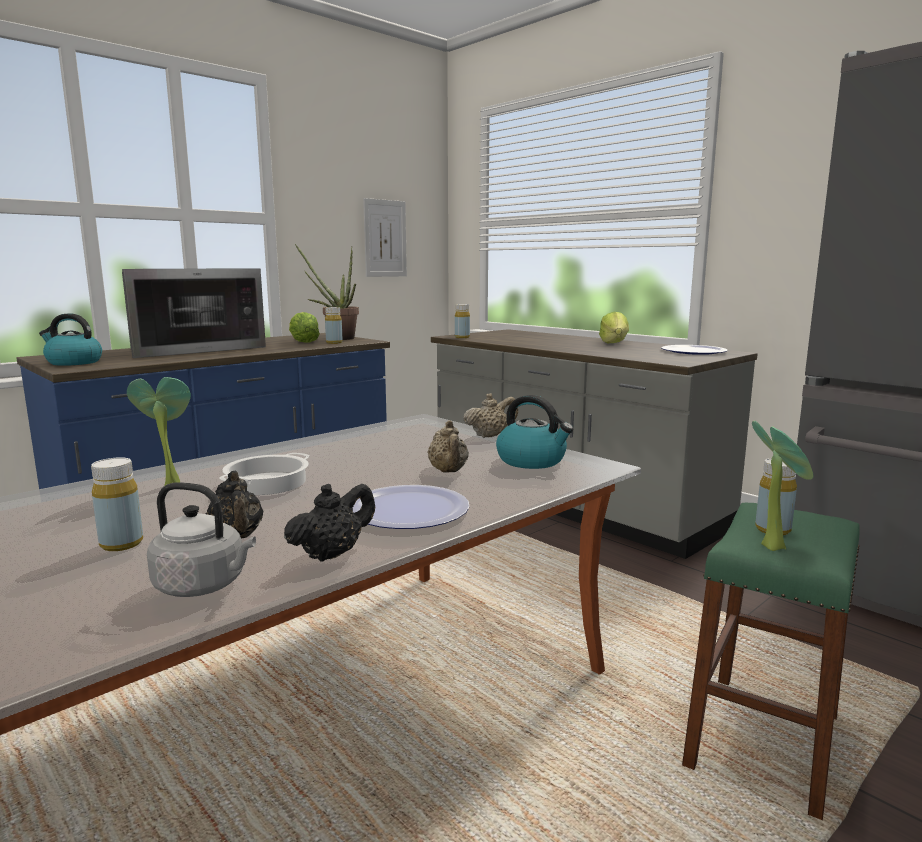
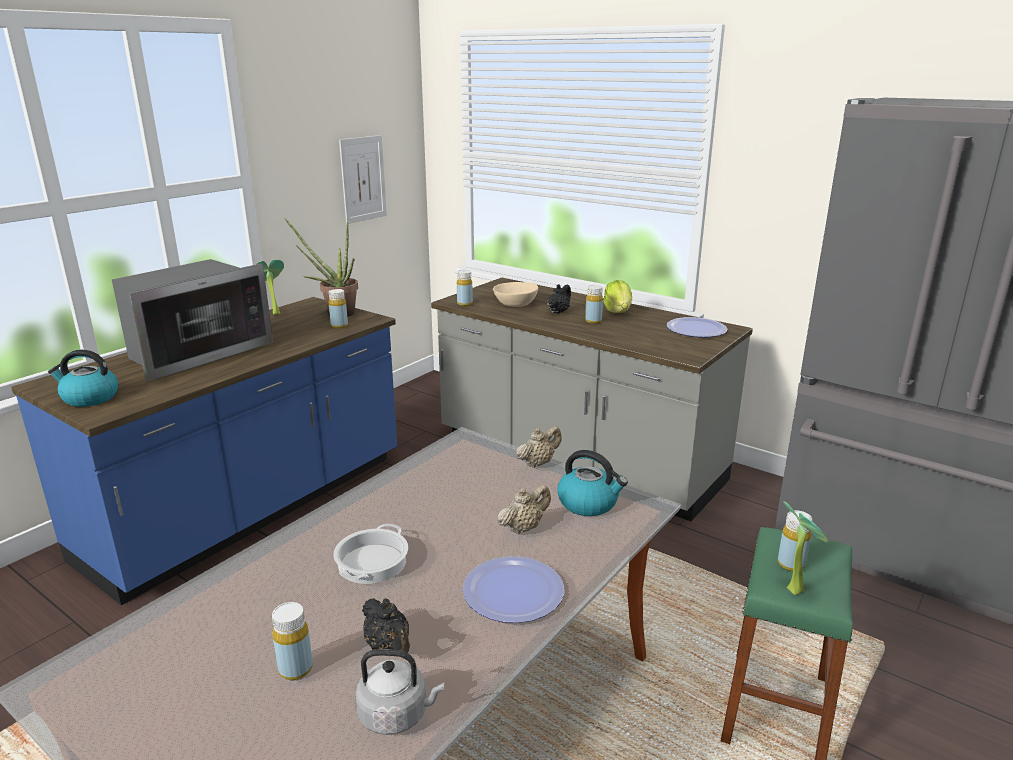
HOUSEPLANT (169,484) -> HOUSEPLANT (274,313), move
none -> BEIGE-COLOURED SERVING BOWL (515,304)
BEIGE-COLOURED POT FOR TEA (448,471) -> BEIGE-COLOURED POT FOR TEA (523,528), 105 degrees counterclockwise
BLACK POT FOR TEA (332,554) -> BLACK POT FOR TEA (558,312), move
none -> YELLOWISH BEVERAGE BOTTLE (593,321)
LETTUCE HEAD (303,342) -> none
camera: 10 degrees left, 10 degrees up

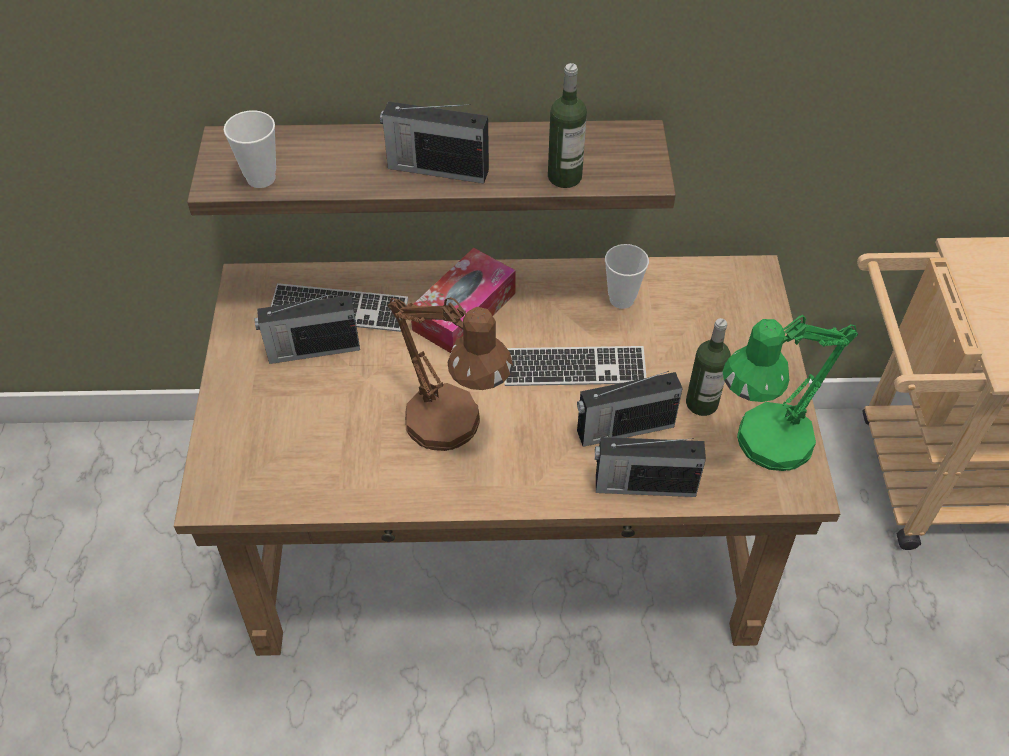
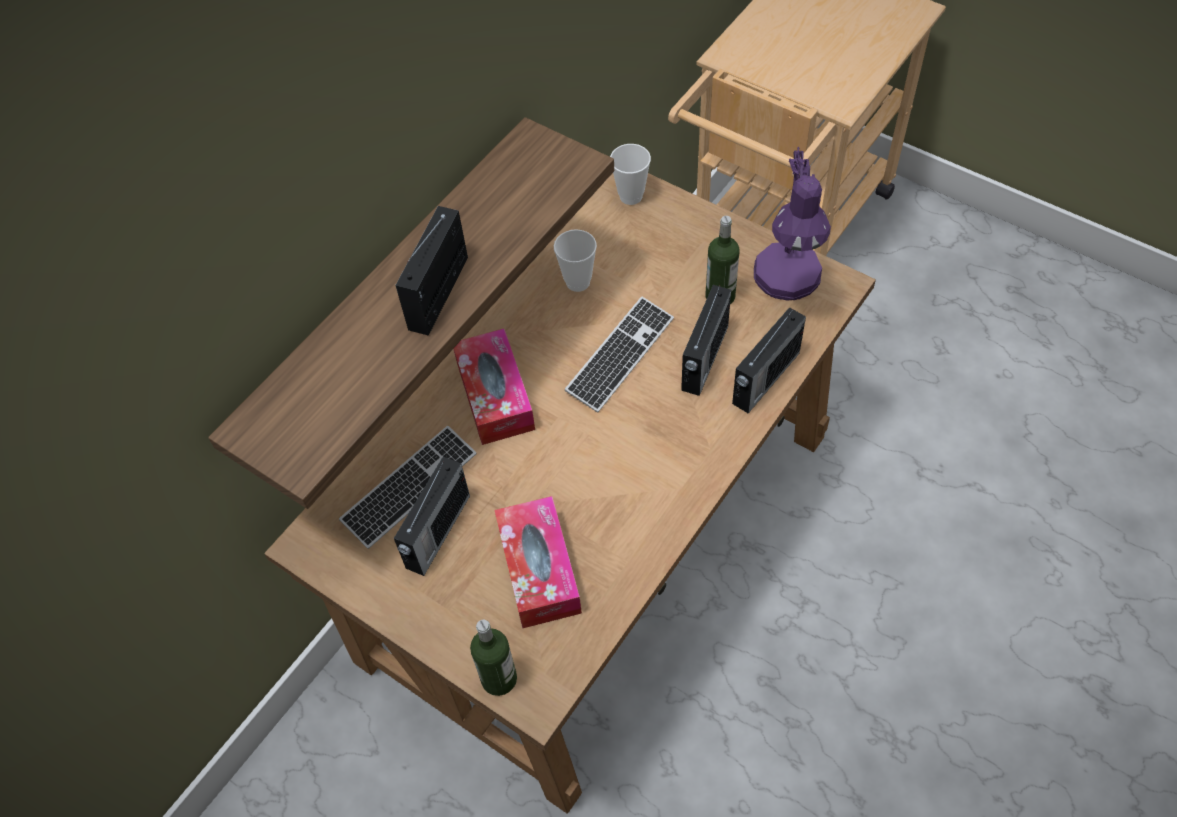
RADIO RECEIVER (436,168) -> RADIO RECEIVER (440,291), 150 degrees clockwise
BEVERAGE BOTTLE (564,177) -> BEVERAGE BOTTLE (499,678), move
none -> TISSUE HOLDER (539,569)
SMALL CUP (261,178) -> SMALL CUP (631,196), move
GREENISH TABLETOP LAMP (761,447) -> PURPLE-COLOURED TABLETOP LAMP (787,286)
BROWNISH TABLETOP LAMP (454,430) -> none
camera: 50 degrees left, 5 degrees up

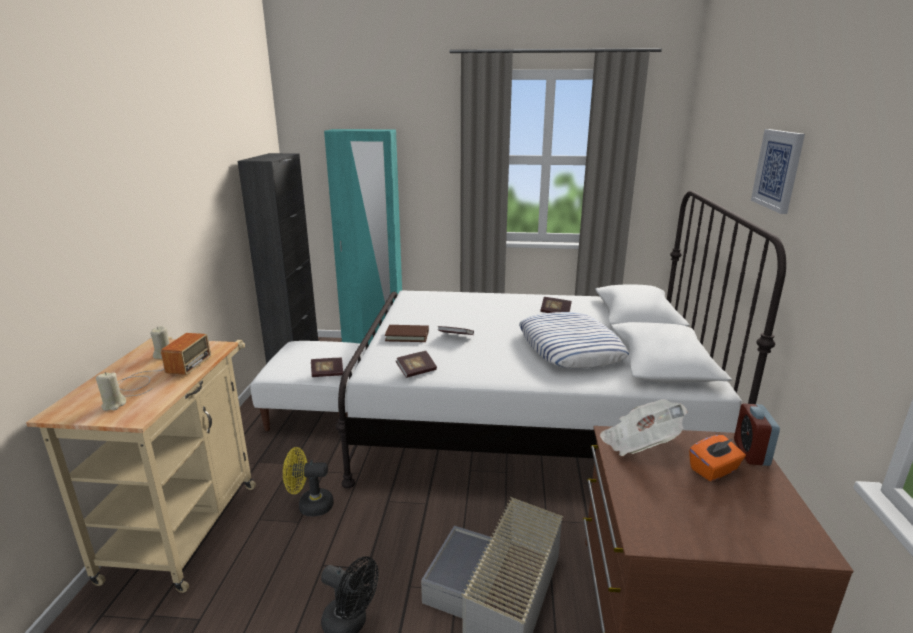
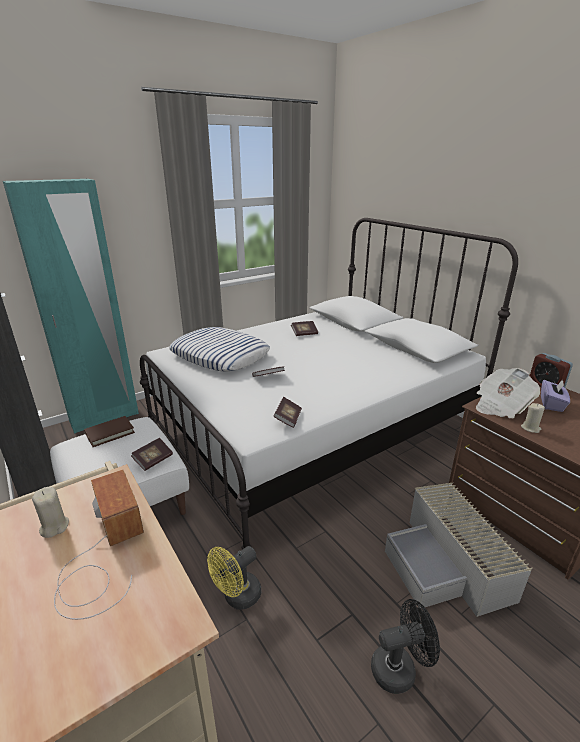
BROWNISH BOOK (407,336) -> BROWNISH BOOK (110,433), move
THROW PILLOW (570,348) -> THROW PILLOW (220,355), move
BEIGE-COLOURED CANDLE (114,405) -> BEIGE-COLOURED CANDLE (530,428), move
ORANGEY TISSUE HOLDER (714,470) -> PURPLE-COLOURED TISSUE HOLDER (551,404)
WALL PICTURE (778,170) -> none
camera: 40 degrees left, 5 degrees up

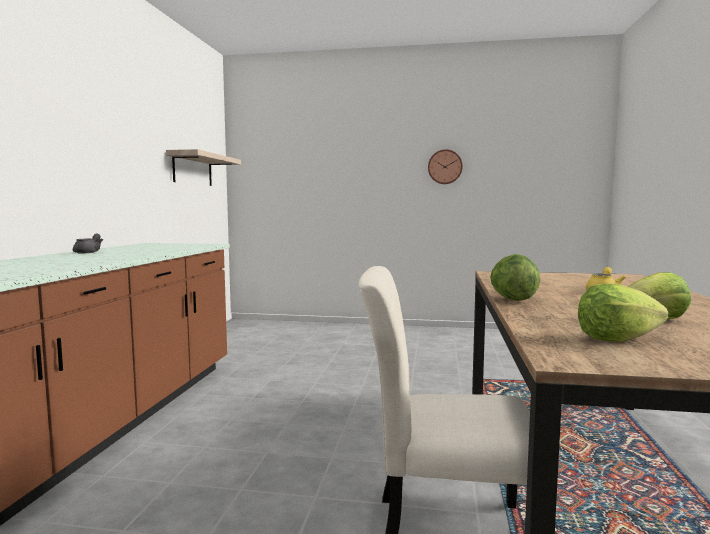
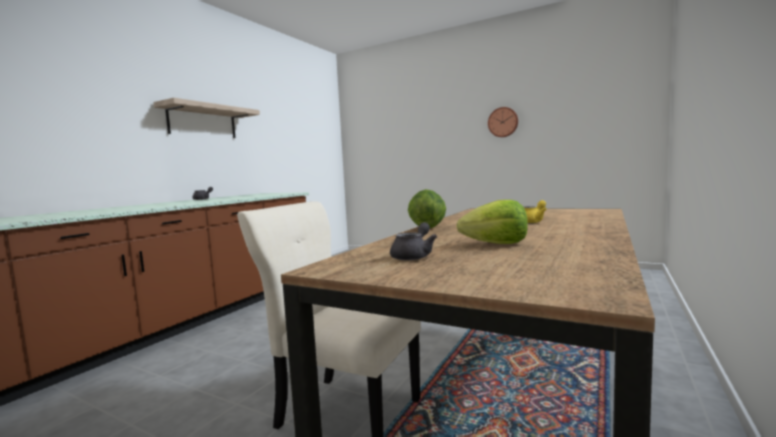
SHELF (192,169) -> SHELF (202,122), move
LETTUCE HEAD (616,339) -> GRAY POT FOR TEA (414,256)
camera: 20 degrees right, 0 degrees up

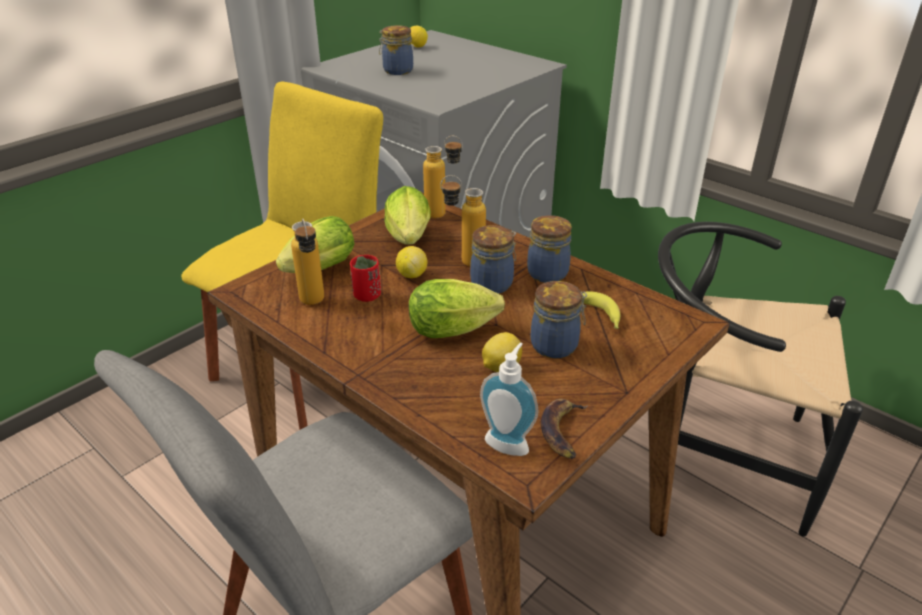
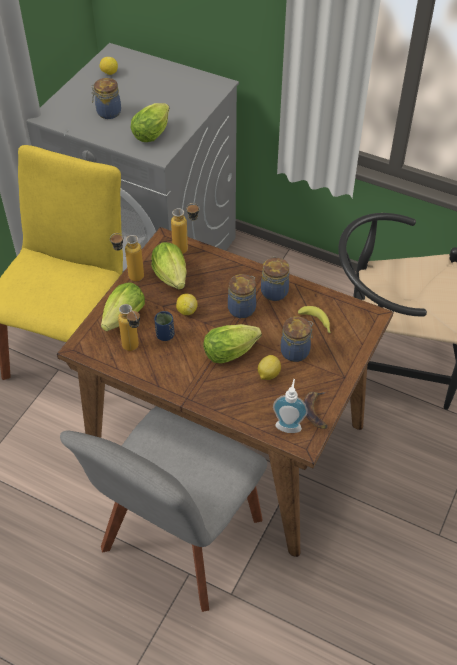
BEVERAGE BOTTLE (463,261) -> BEVERAGE BOTTLE (129,277), move
none -> LETTUCE HEAD (153,132)
RED-COLOURED SMALL CUP (367,296) -> BLUISH SMALL CUP (165,335)
camera: 15 degrees left, 15 degrees up

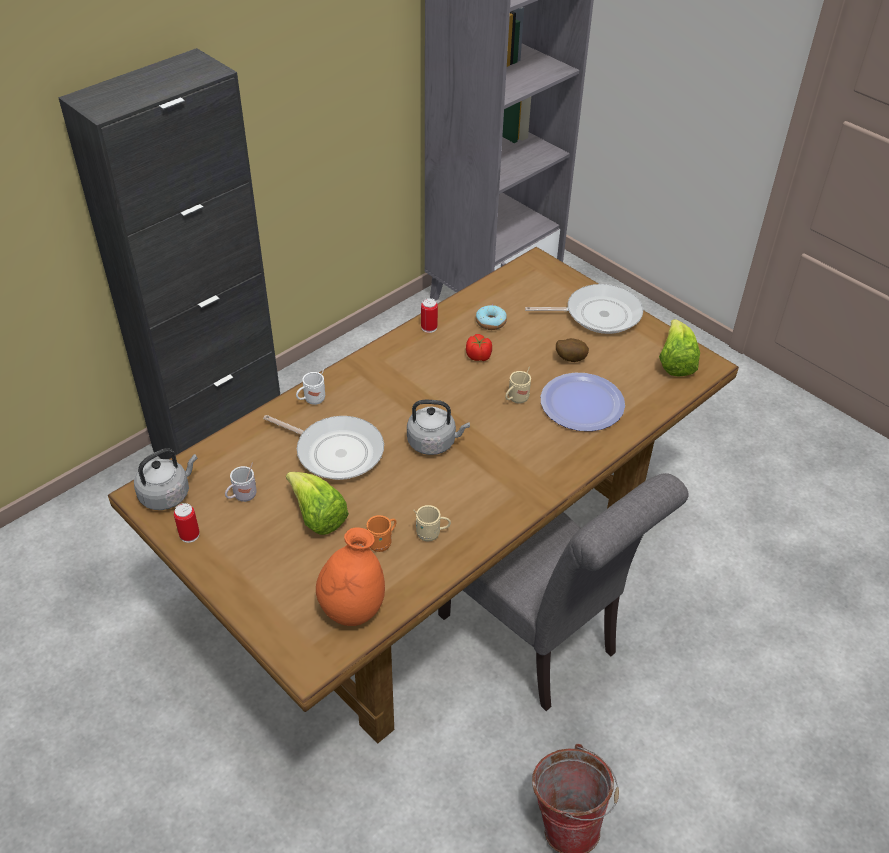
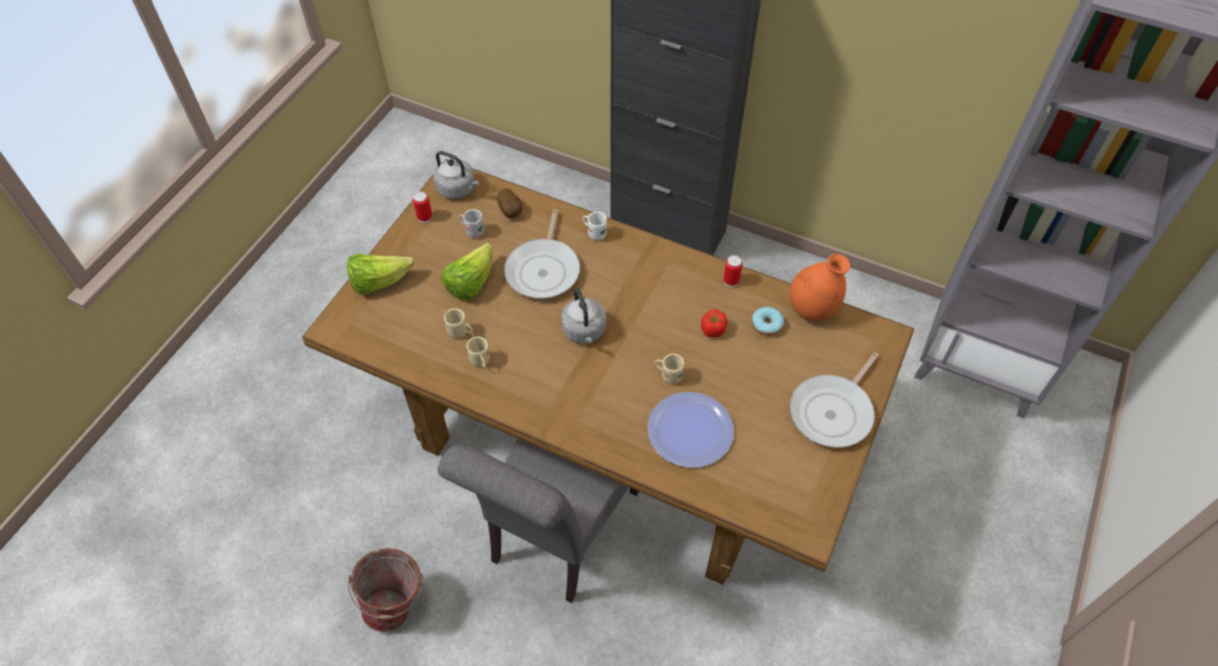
LETTUCE HEAD (675,362) -> LETTUCE HEAD (379,282), move
ORANGEY TEA MUG (382,542) -> BEIGE-COLOURED TEA MUG (460,333)
WHOLE POTATO (570,358) -> WHOLE POTATO (511,211), move
ORANGEY VASE (352,609) -> ORANGEY VASE (812,309), move
FRYING PAN (598,314) -> FRYING PAN (834,411), 60 degrees clockwise
camera: 70 degrees right, 10 degrees up

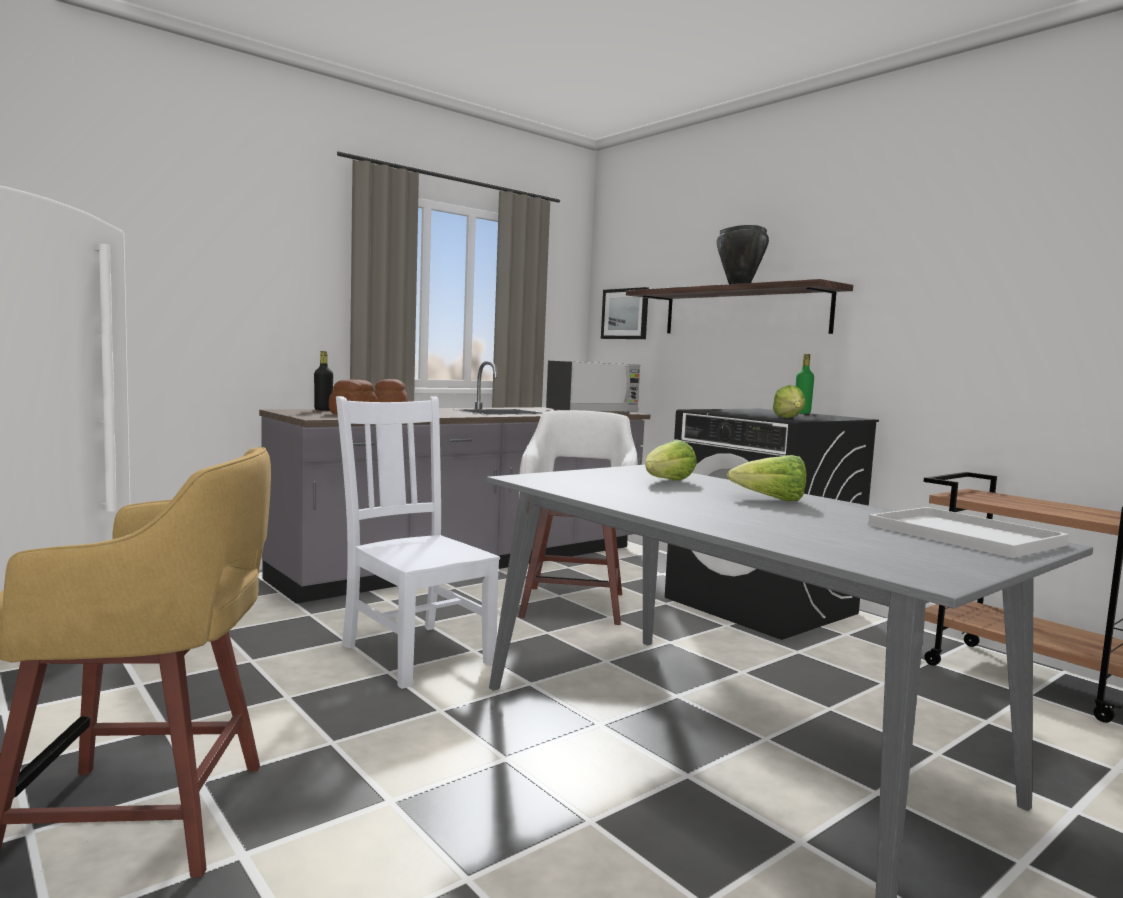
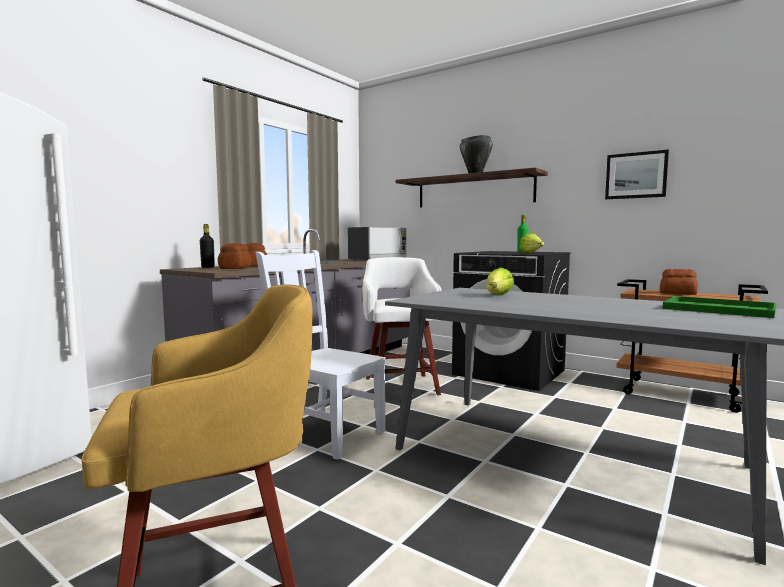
WALL PICTURE (625,314) -> WALL PICTURE (636,175), move
none -> BREAD (677,293)
WHITE-COLOURED TRAY (968,535) -> GREENISH TRAY (721,309)
LETTUCE HEAD (771,500) -> none
camera: 15 degrees left, 0 degrees up

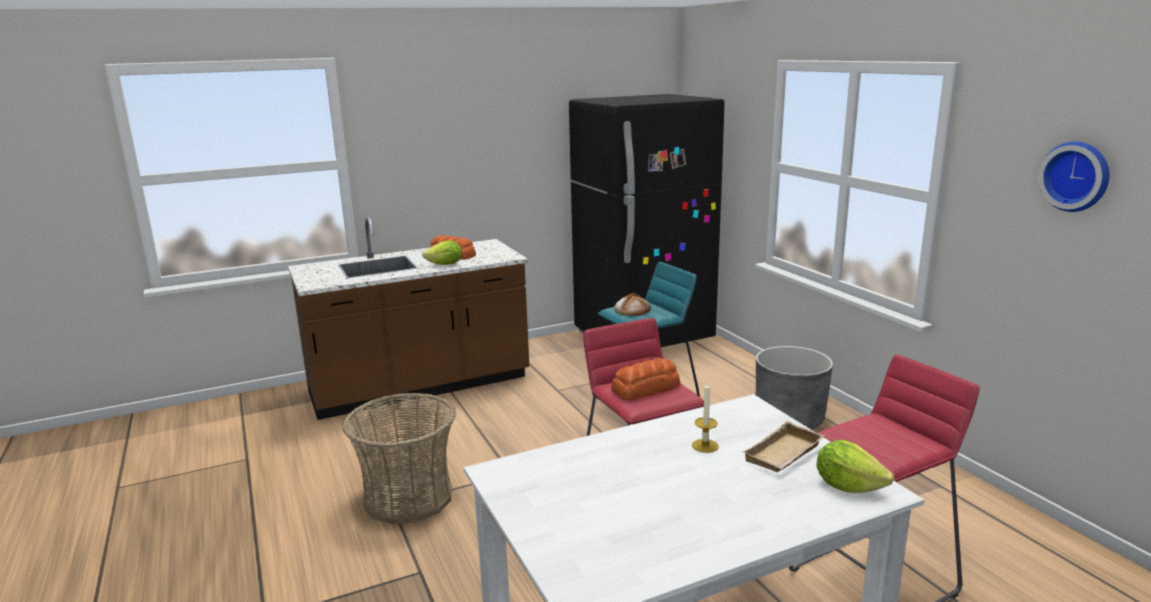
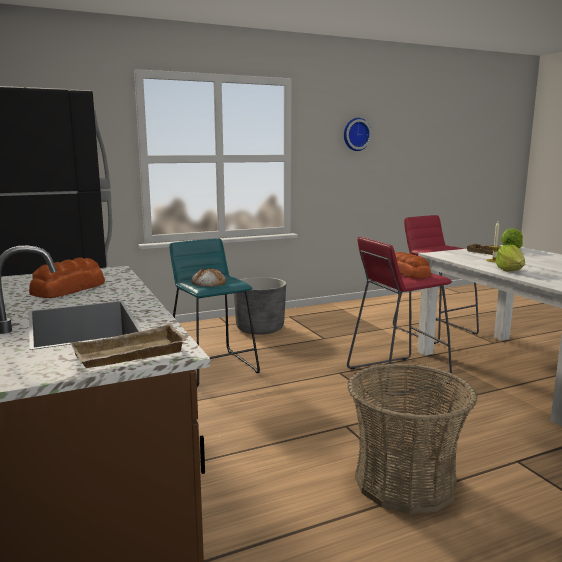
none -> BEIGE-COLOURED TRAY (129,355)
LETTUCE HEAD (445,265) -> LETTUCE HEAD (509,270), move
camera: 90 degrees left, 5 degrees down

